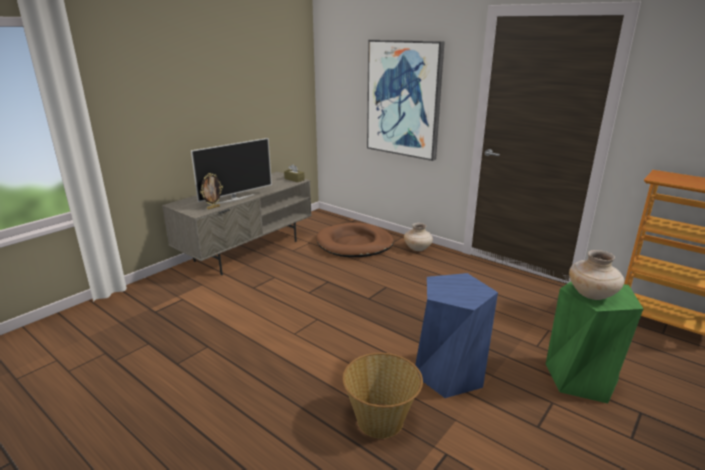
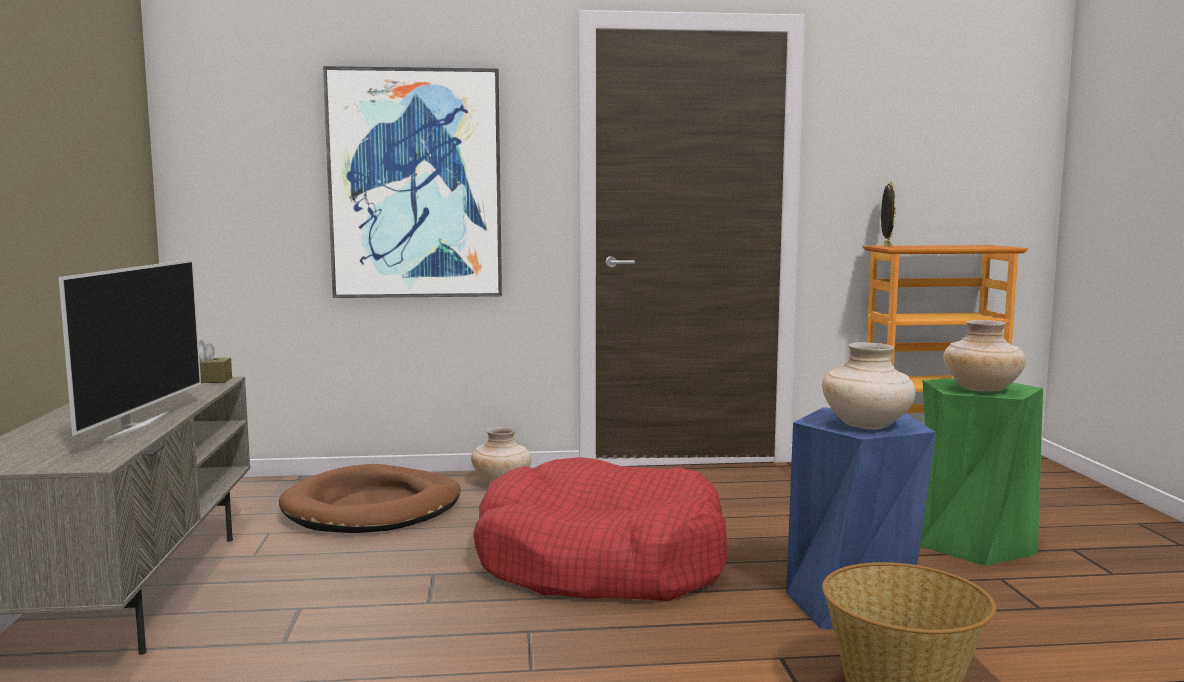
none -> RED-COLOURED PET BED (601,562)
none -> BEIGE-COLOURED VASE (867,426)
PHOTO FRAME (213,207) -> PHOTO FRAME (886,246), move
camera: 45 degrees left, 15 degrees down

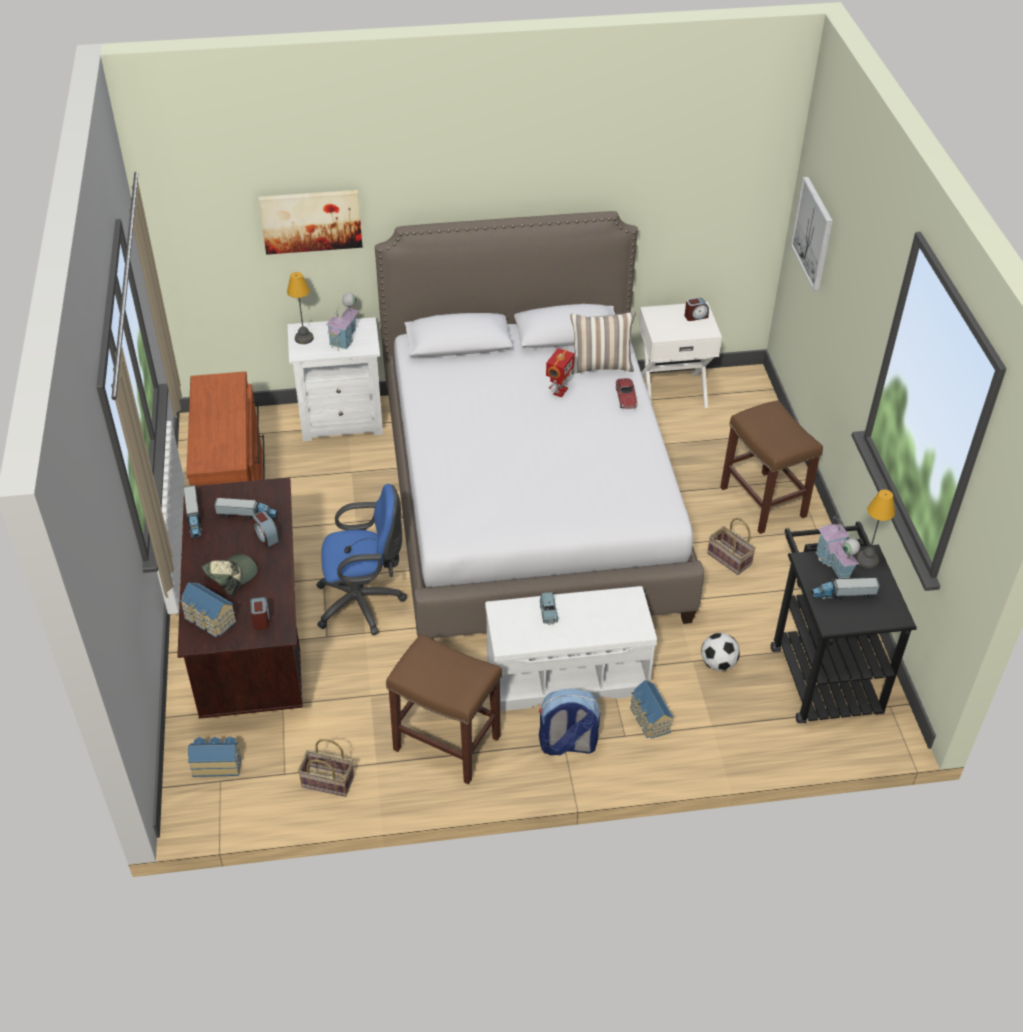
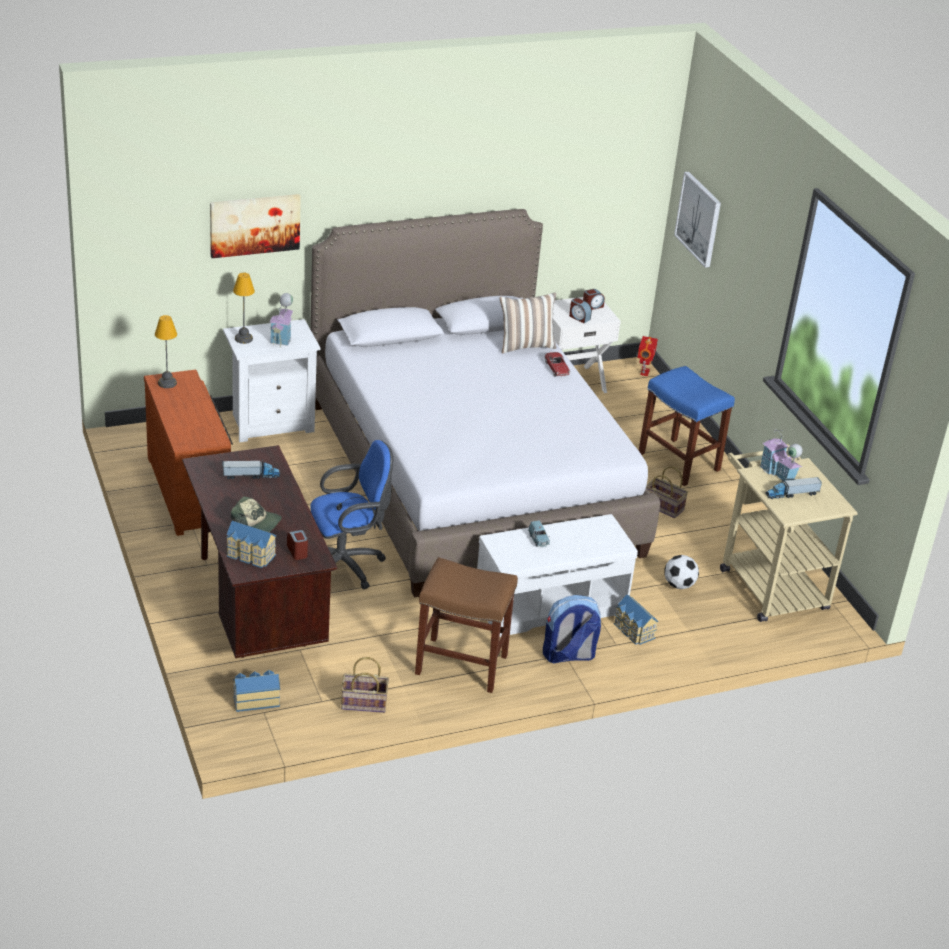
TABLETOP LAMP (866,560) -> TABLETOP LAMP (166,383), move
PEAKED CAP (231,577) -> PEAKED CAP (256,523), 75 degrees clockwise
ALARM CLOCK (266,536) -> ALARM CLOCK (579,317), move
TOY ROBOT (559,391) -> TOY ROBOT (644,372), move
BROWNISH SITTING STOOL (764,502) -> BLUISH SITTING STOOL (680,462)
BLACK WHEELED CART (821,671) -> BEIGE-COLOURED WHEELED CART (768,583)
TOY LORRY (194,517) -> none
camera: 15 degrees left, 10 degrees down

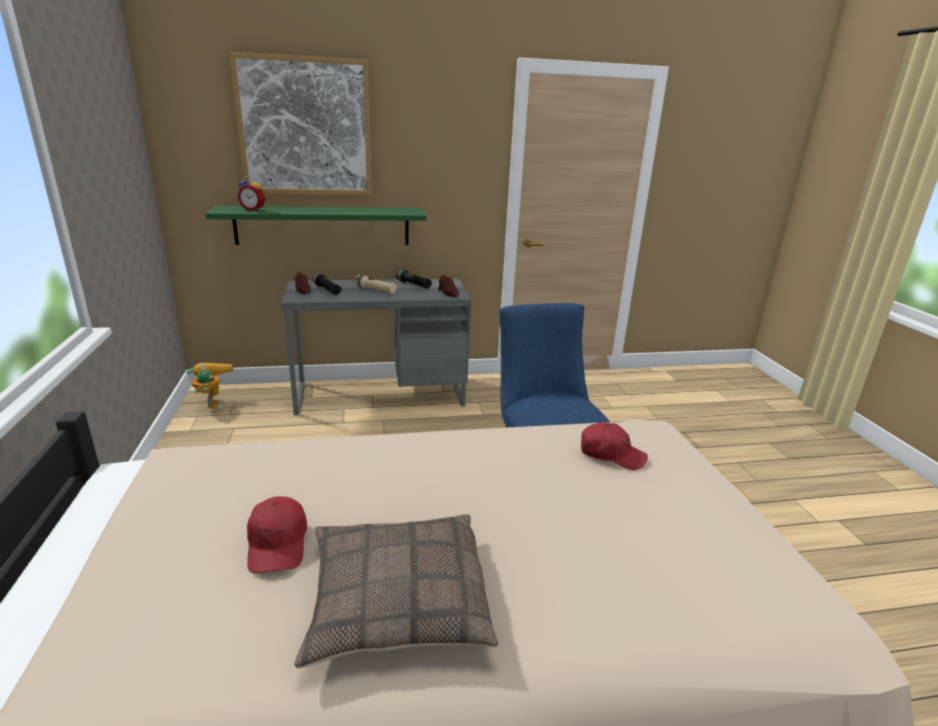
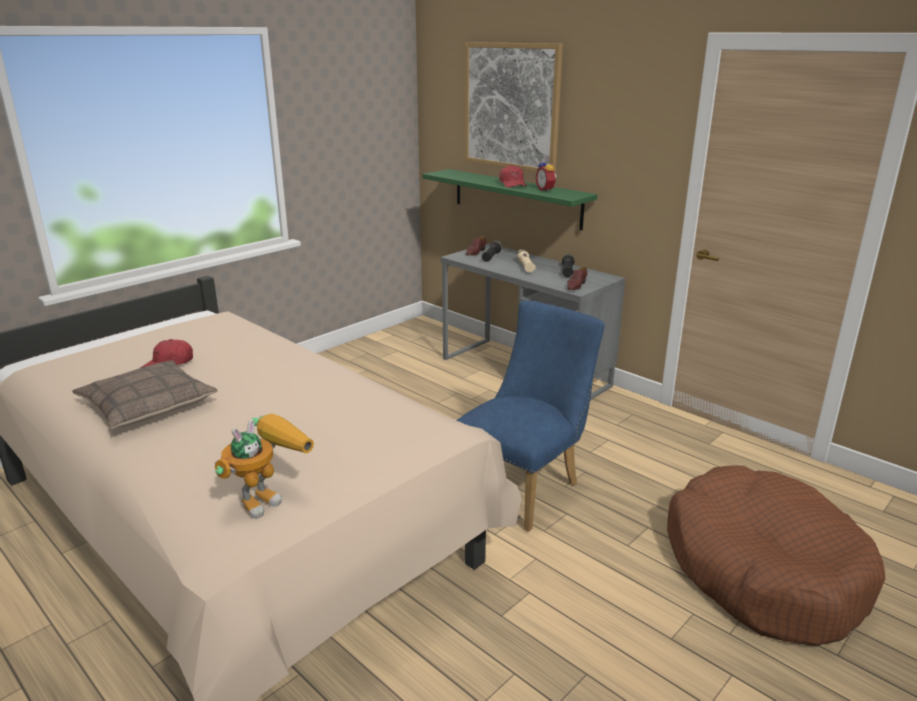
TOY ROBOT (212,404) -> TOY ROBOT (268,496), move
RED-COLOURED PEAKED CAP (611,454) -> RED-COLOURED PEAKED CAP (512,184), move
ALARM CLOCK (254,210) -> ALARM CLOCK (546,190), move
none -> BROWNISH PET BED (762,570)
camera: 55 degrees right, 0 degrees up

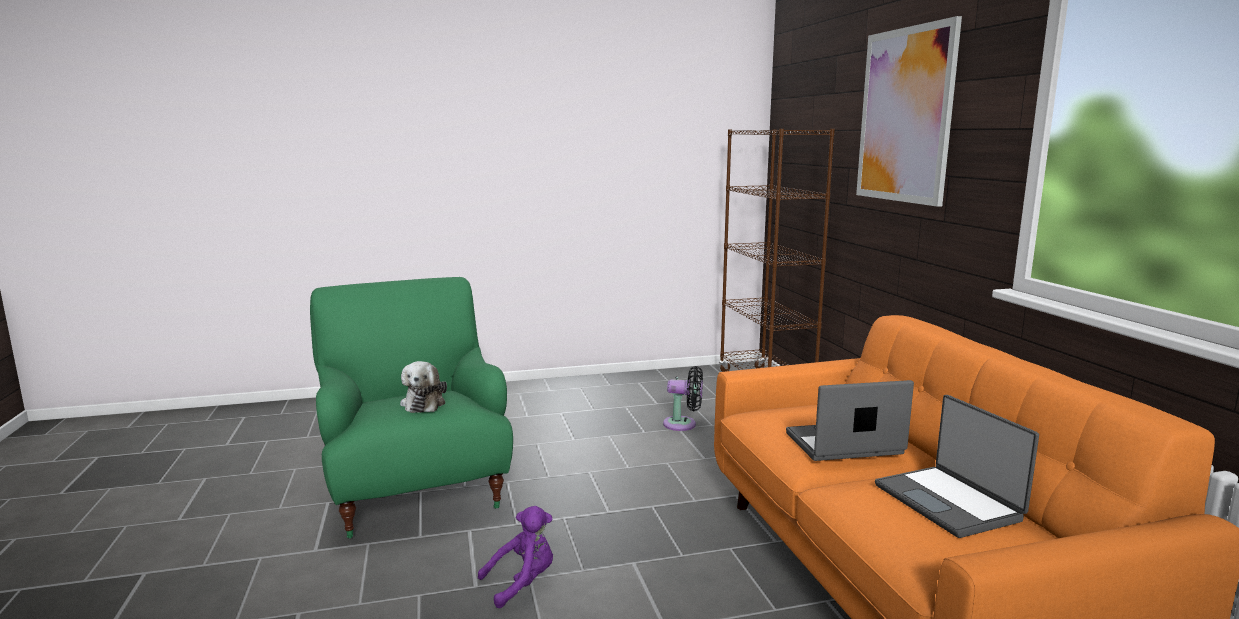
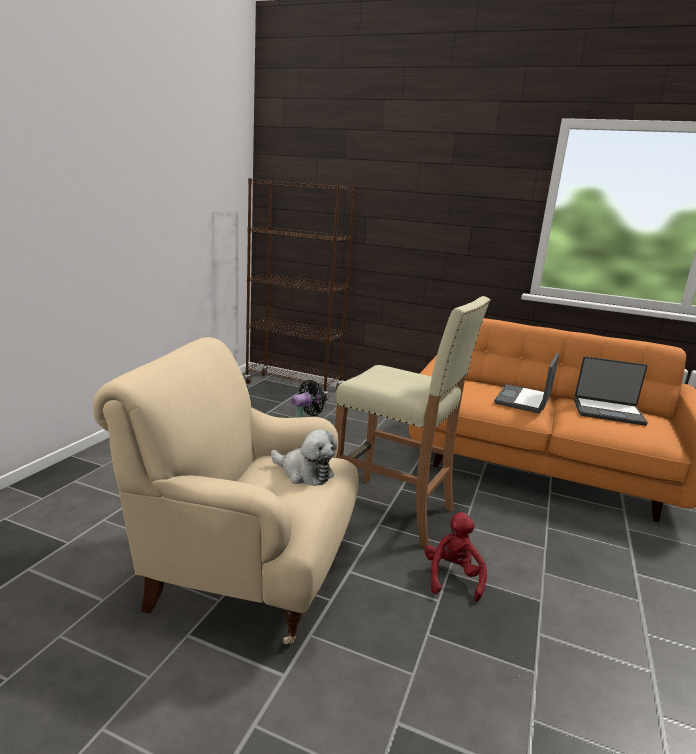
GREENISH LOUNGE CHAIR (416,492) -> BEIGE-COLOURED LOUNGE CHAIR (244,573)
none -> BEIGE-COLOURED SITTING STOOL (393,511)
PURPLE-COLOURED CUDDLY TOY (522,583) -> RED-COLOURED CUDDLY TOY (452,577)
WALL PICTURE (905,115) -> none
camera: 55 degrees left, 5 degrees up

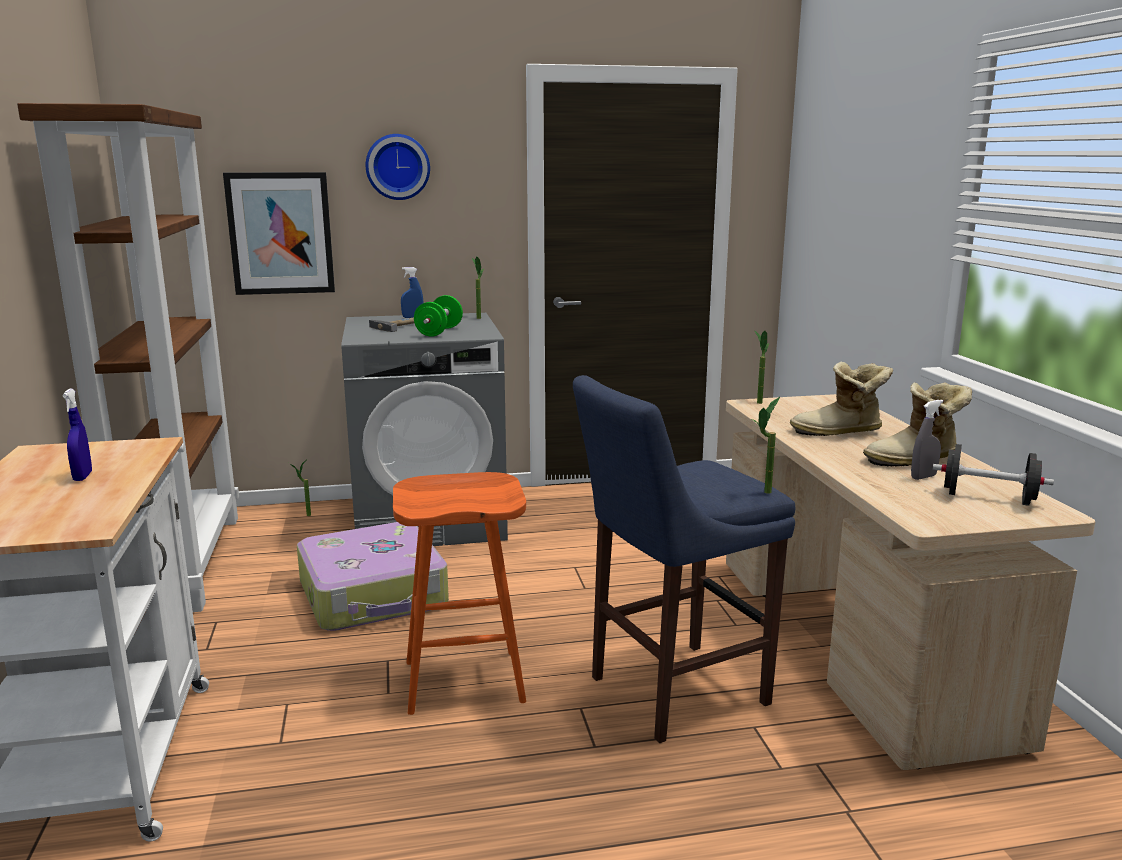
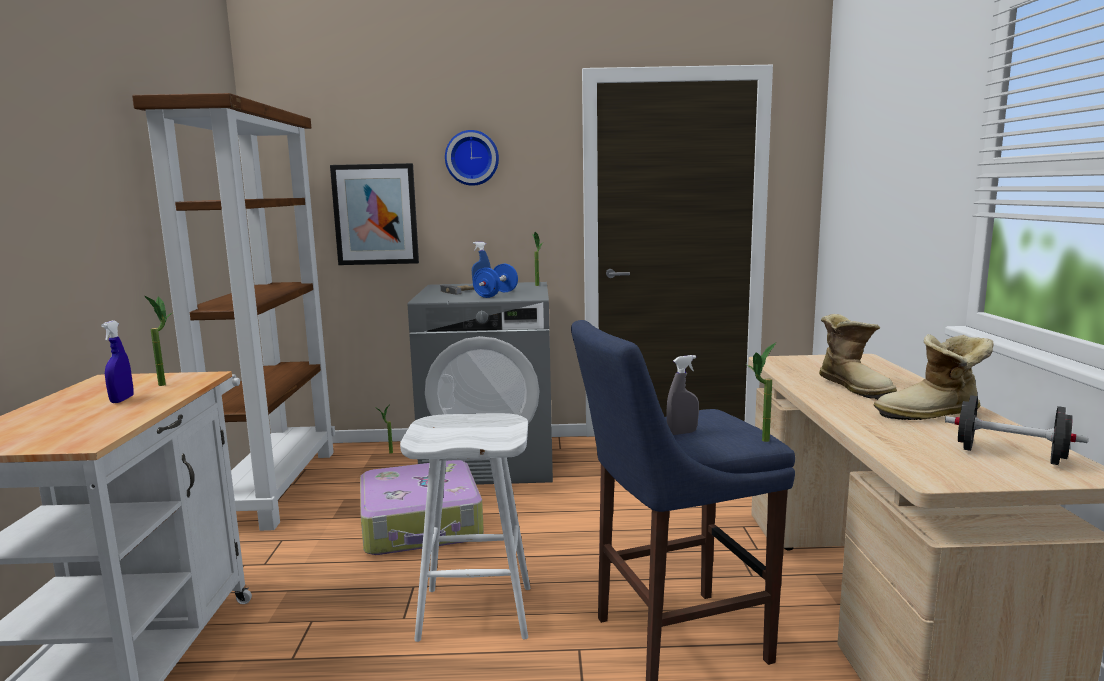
HOUSEPLANT (757,401) -> HOUSEPLANT (166,383), move
ORANGEY SITTING STOOL (465,680) -> WHITE-COLOURED SITTING STOOL (477,612)
GREENISH HAND WEIGHT (439,332) -> BLUISH HAND WEIGHT (496,294)
GRAY SPRAYER (923,477) -> GRAY SPRAYER (682,433), move
HIGH-TOP BOOT (839,433) -> HIGH-TOP BOOT (855,387), 120 degrees counterclockwise
camera: 10 degrees right, 5 degrees down

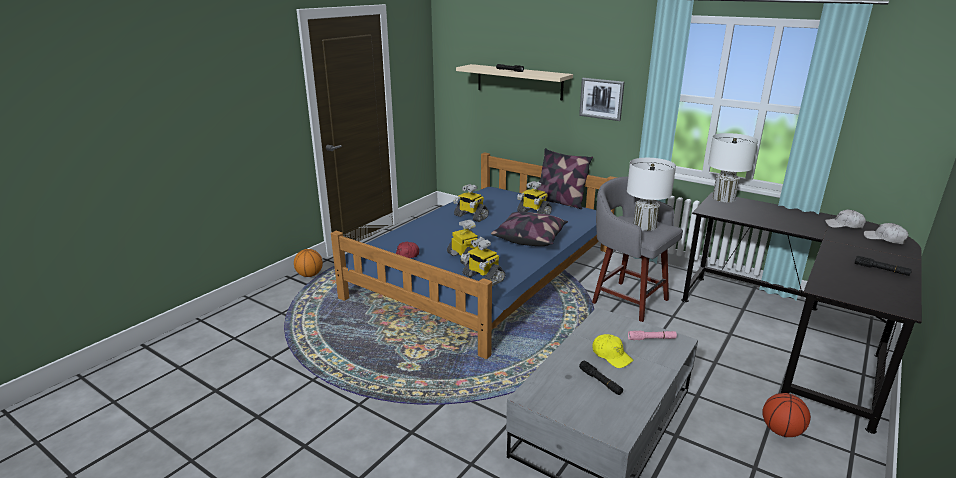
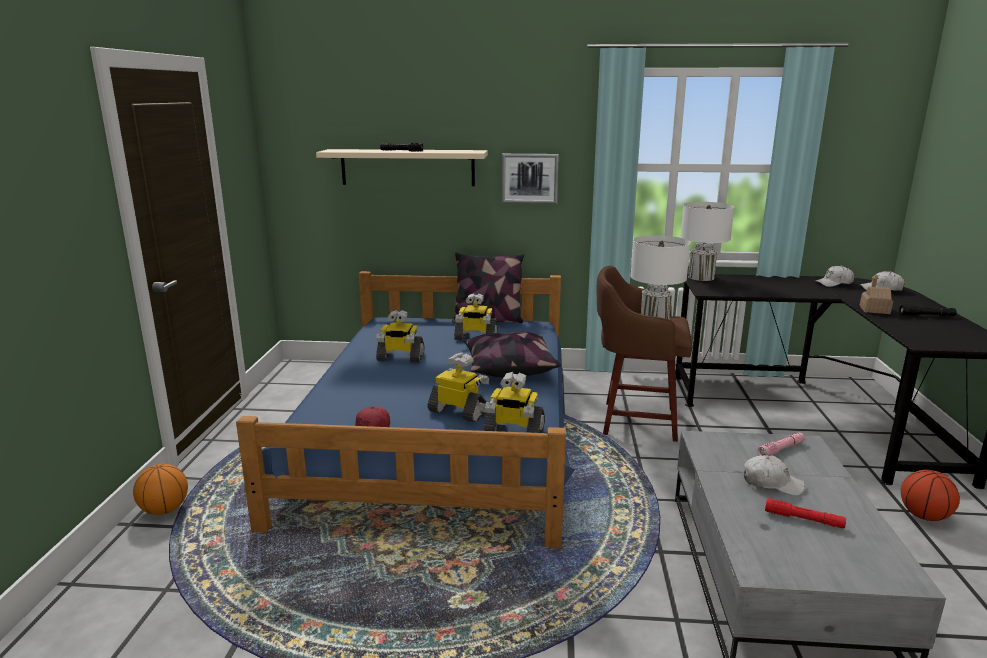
GRAY SITTING STOOL (627,300) -> BROWNISH SITTING STOOL (635,420)
YELLOWISH PEAKED CAP (611,356) -> WHITE-COLOURED PEAKED CAP (771,483)
BLACK HAND TORCH (600,382) -> RED-COLOURED HAND TORCH (803,519)
none -> TOY HOUSE (874,310)
camera: 30 degrees left, 5 degrees down

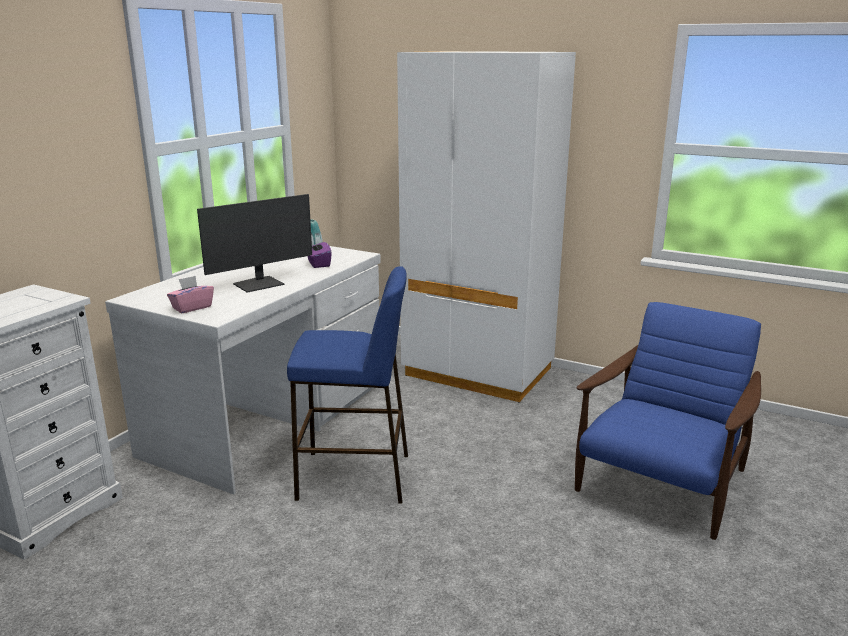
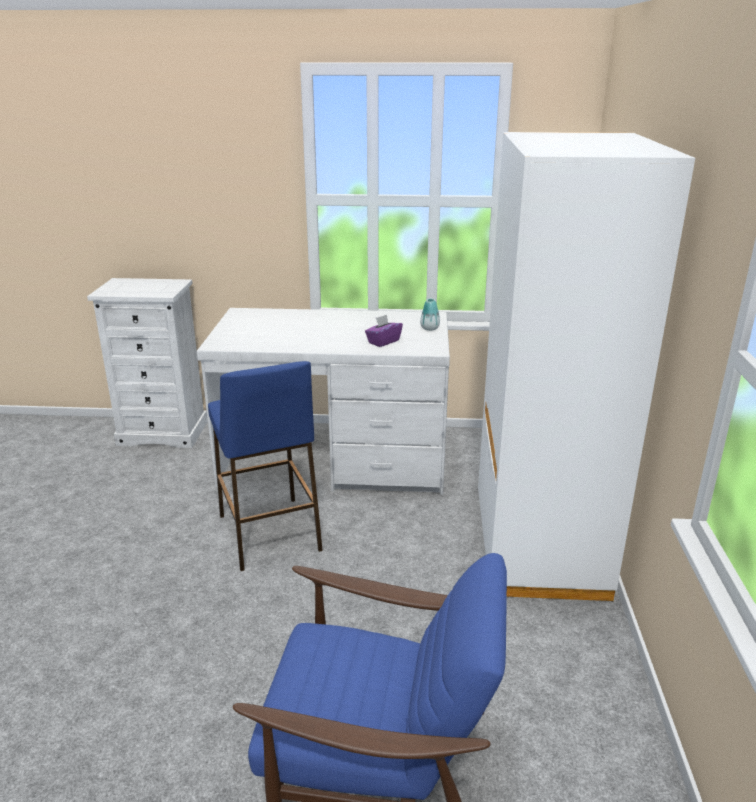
PINKISH TISSUE HOLDER (192,307) -> none
COMPUTER DISPLAY (259,284) -> none
camera: 65 degrees right, 5 degrees up

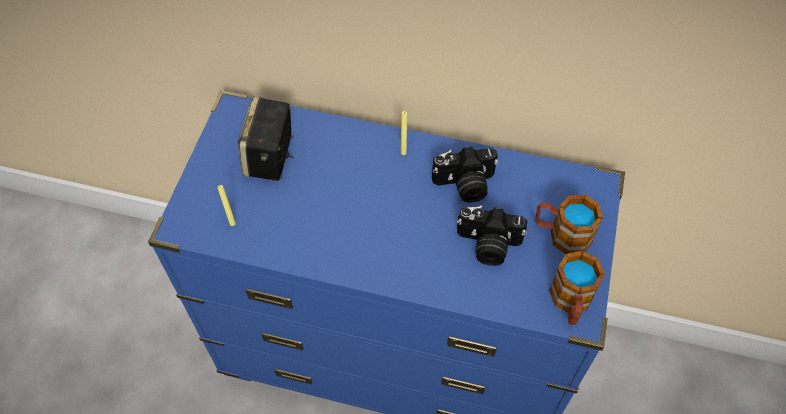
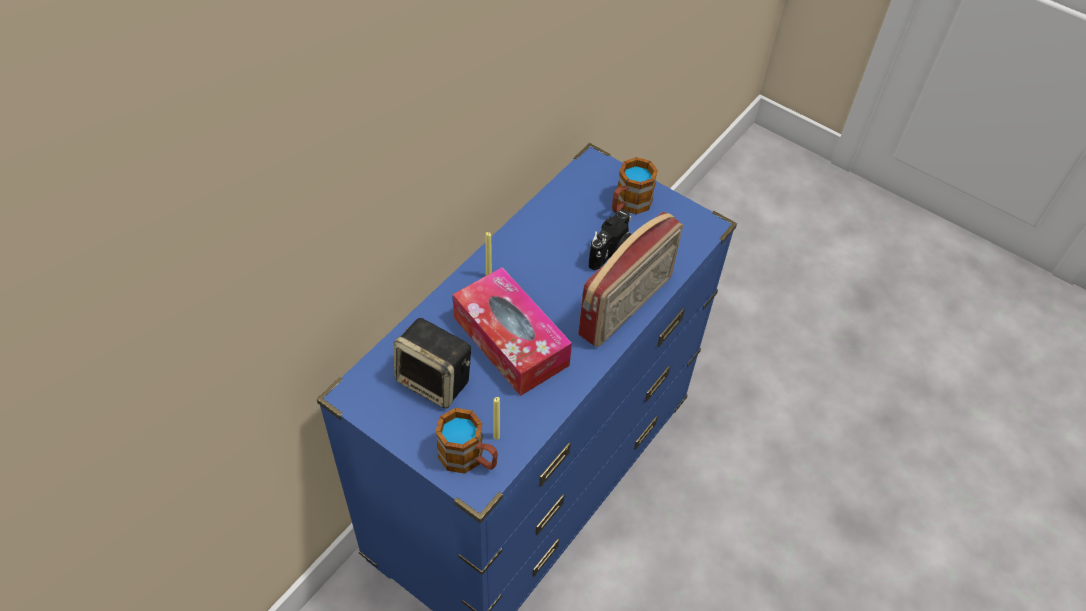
TEA MUG (570,302) -> TEA MUG (469,458), move
none -> TISSUE HOLDER (510,341)
none -> RADIO RECEIVER (627,307)
PHOTO CAMERA (465,185) -> none
camera: 70 degrees left, 5 degrees down

